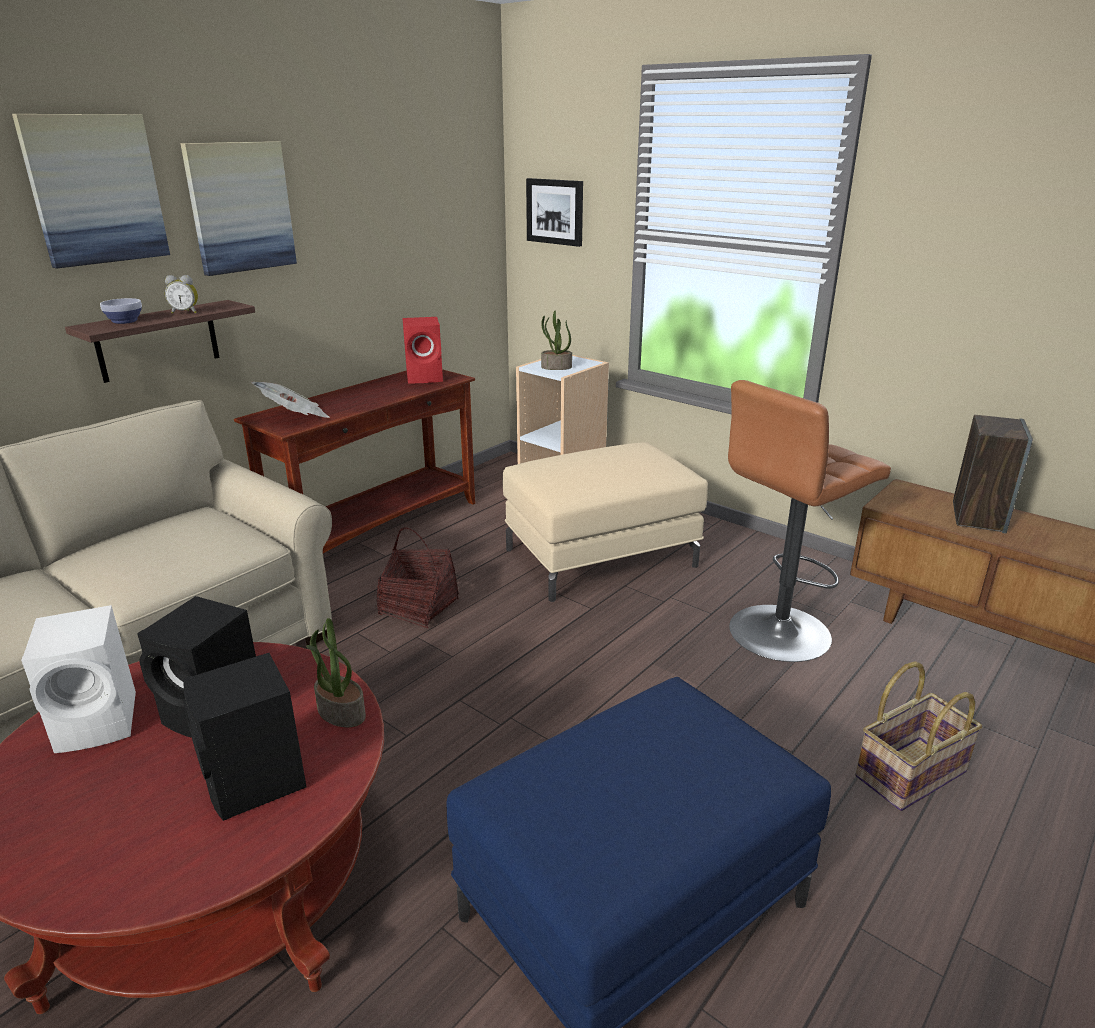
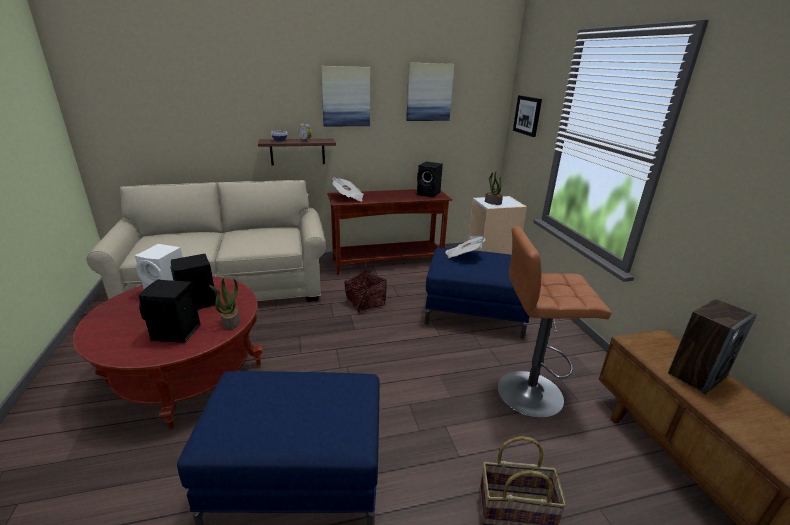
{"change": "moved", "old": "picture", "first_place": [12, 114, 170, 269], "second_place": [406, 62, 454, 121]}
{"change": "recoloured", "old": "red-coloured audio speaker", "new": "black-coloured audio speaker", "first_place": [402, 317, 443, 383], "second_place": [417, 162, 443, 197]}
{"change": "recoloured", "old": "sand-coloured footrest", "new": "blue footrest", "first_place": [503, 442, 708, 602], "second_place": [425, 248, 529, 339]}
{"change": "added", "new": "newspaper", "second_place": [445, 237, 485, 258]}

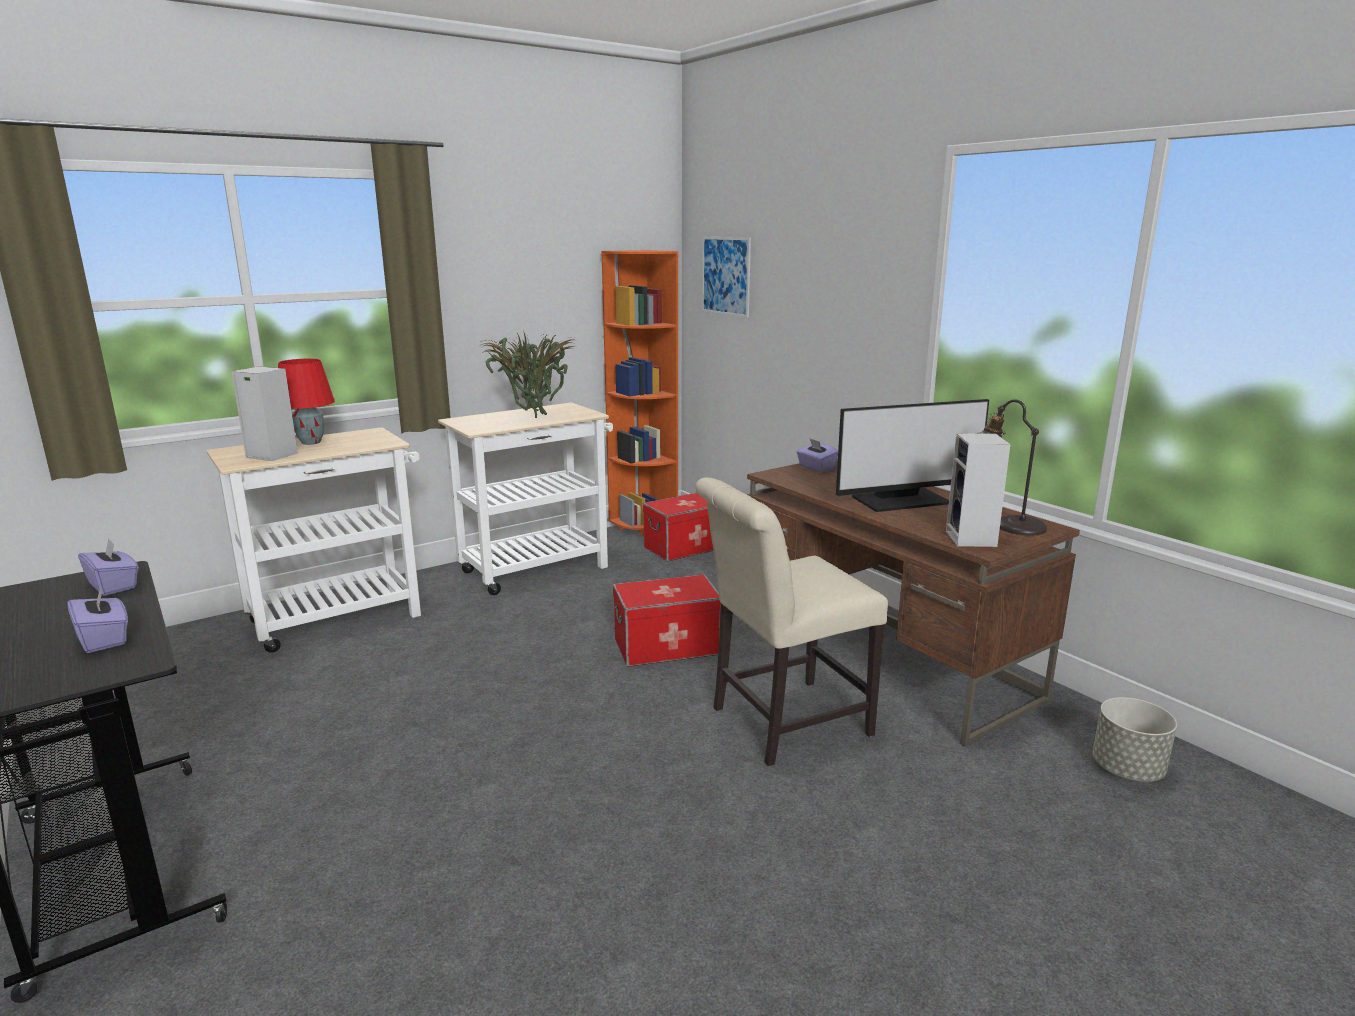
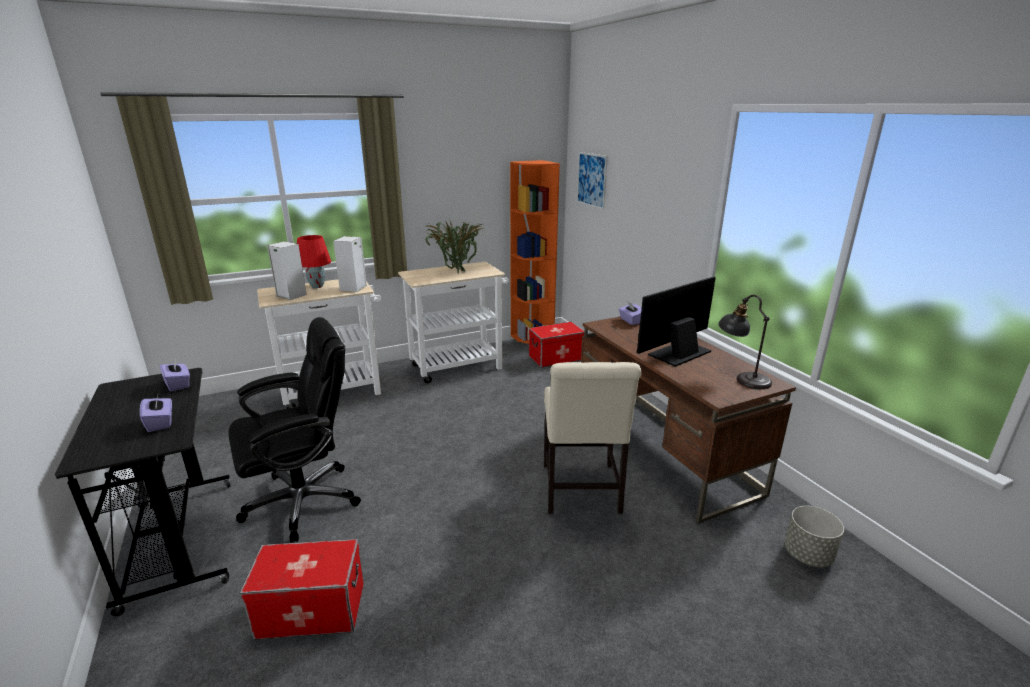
{"change": "turned", "old": "monitor", "first_place": [836, 399, 989, 512], "second_place": [637, 276, 716, 367], "degrees": 150}
{"change": "moved", "old": "audio speaker", "first_place": [946, 433, 1011, 547], "second_place": [333, 236, 367, 292]}
{"change": "turned", "old": "sand-coloured chair", "first_place": [696, 478, 888, 766], "second_place": [544, 362, 641, 514], "degrees": -75}
{"change": "moved", "old": "storage bin", "first_place": [613, 574, 721, 667], "second_place": [240, 539, 364, 639]}
{"change": "added", "new": "black-coloured computer chair", "second_place": [229, 317, 361, 543]}

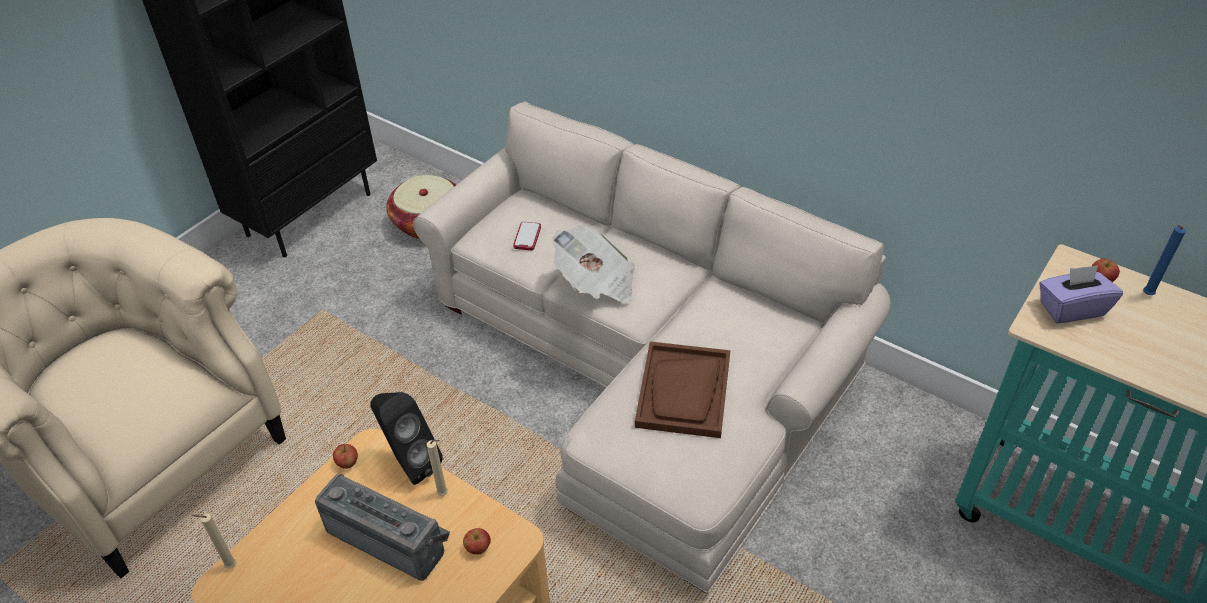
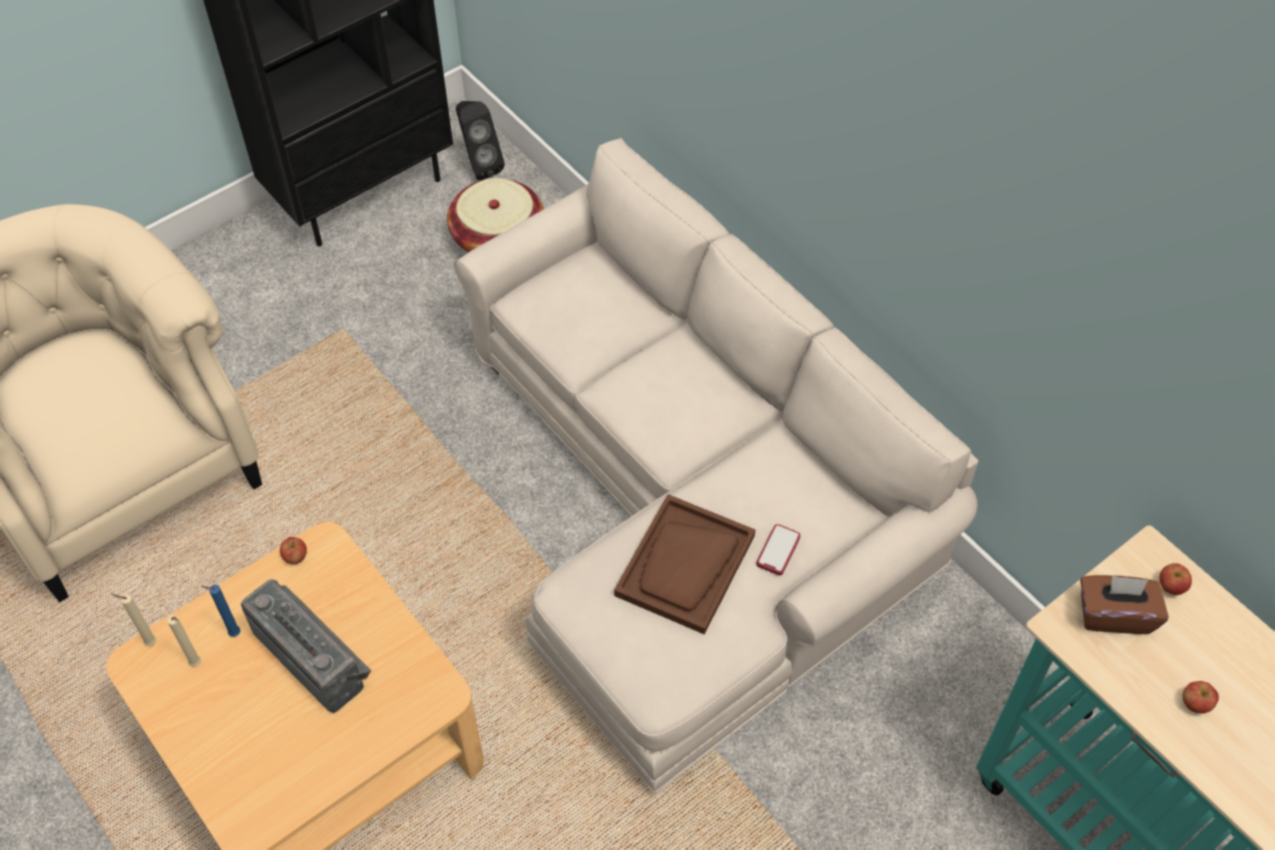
{"change": "moved", "old": "handset", "first_place": [513, 222, 541, 250], "second_place": [756, 524, 801, 575]}
{"change": "moved", "old": "blue wax candle", "first_place": [1143, 225, 1186, 295], "second_place": [200, 585, 240, 637]}
{"change": "removed", "old": "newspaper", "first_place": [552, 226, 635, 303]}
{"change": "recoloured", "old": "purple-coloured tissue holder", "new": "brown tissue holder", "first_place": [1040, 265, 1123, 323], "second_place": [1080, 575, 1169, 634]}
{"change": "moved", "old": "black-coloured audio speaker", "first_place": [370, 392, 443, 485], "second_place": [456, 101, 505, 181]}
{"change": "moved", "old": "sand-coloured wax candle", "first_place": [426, 439, 448, 496], "second_place": [167, 615, 201, 667]}
{"change": "moved", "old": "apple", "first_place": [463, 528, 491, 555], "second_place": [1183, 681, 1219, 714]}

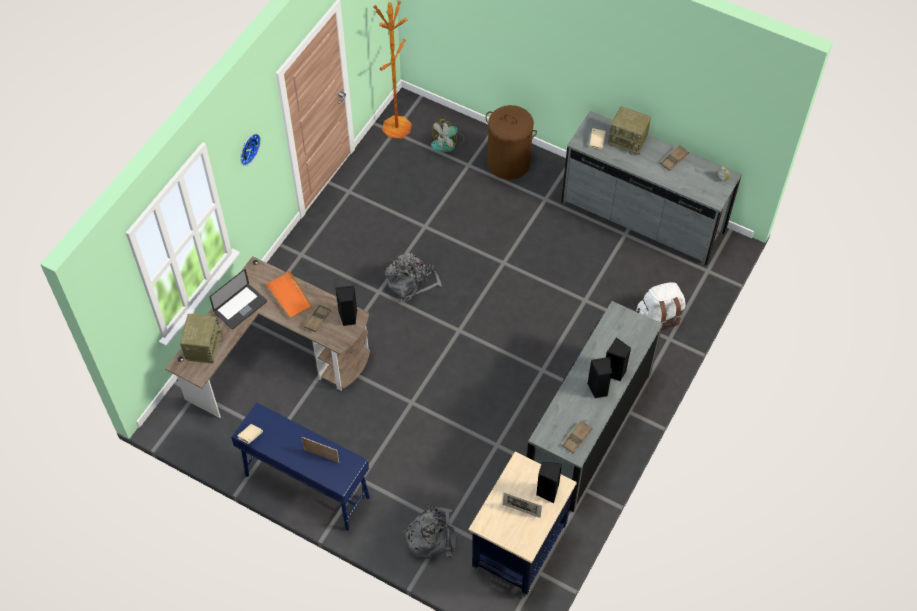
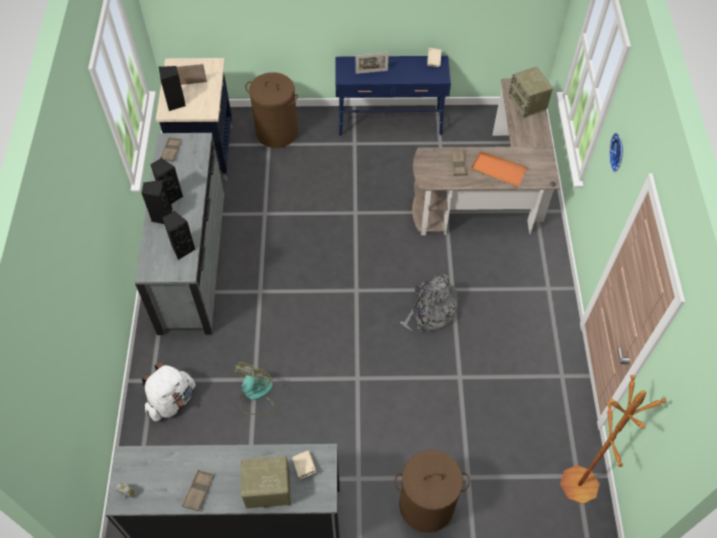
{"change": "moved", "old": "cooling fan", "first_place": [431, 119, 465, 152], "second_place": [234, 362, 274, 415]}
{"change": "removed", "old": "laptop", "first_place": [209, 269, 267, 329]}
{"change": "moved", "old": "black-coloured audio speaker", "first_place": [335, 286, 357, 326], "second_place": [162, 211, 196, 260]}
{"change": "replaced", "old": "grey backpack", "new": "brown washing basket", "first_place": [402, 504, 456, 559], "second_place": [245, 72, 298, 148]}

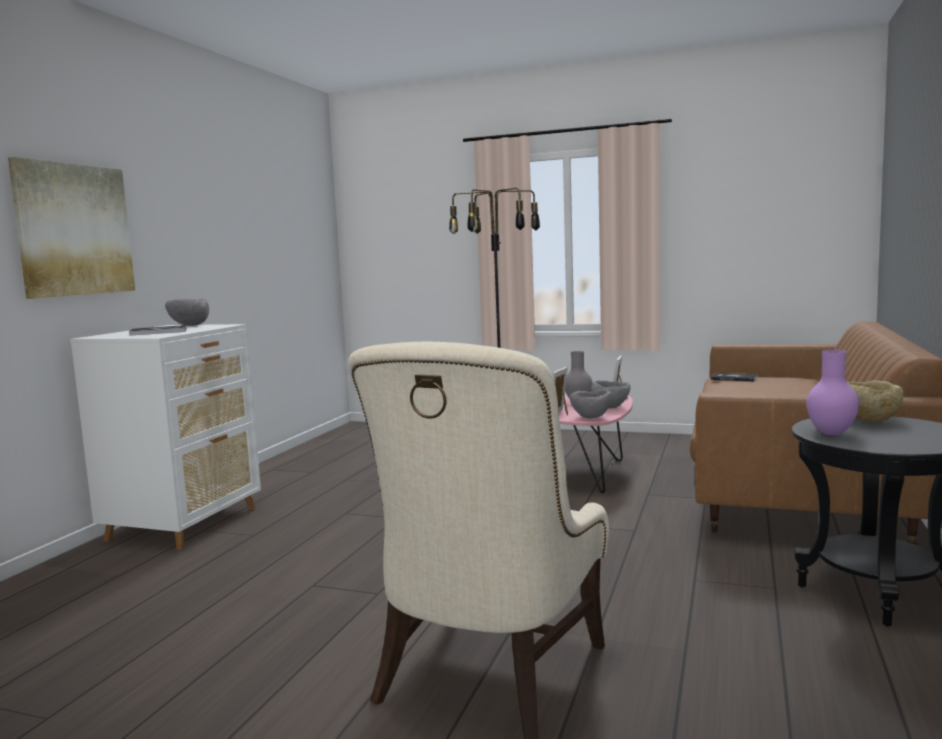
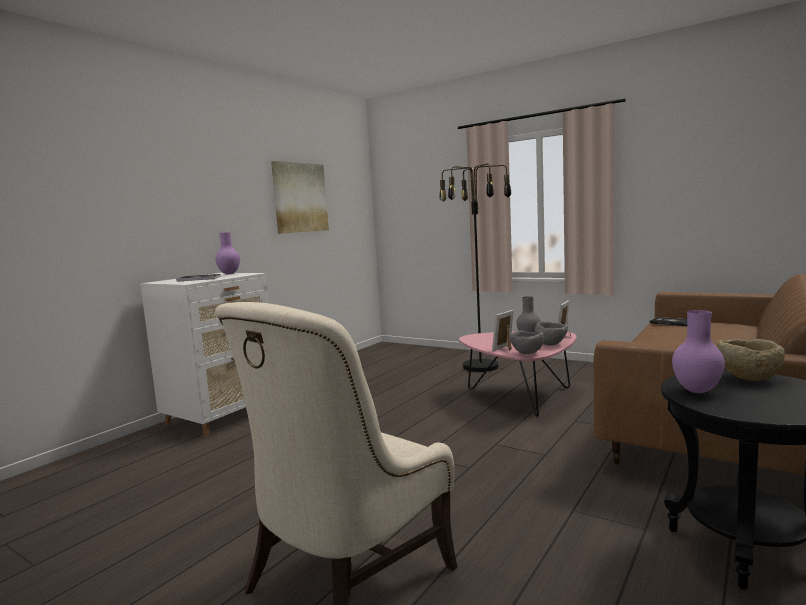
{"change": "moved", "old": "picture", "first_place": [8, 157, 135, 299], "second_place": [271, 161, 329, 234]}
{"change": "replaced", "old": "grey serving bowl", "new": "purple-coloured vase", "first_place": [165, 298, 209, 326], "second_place": [215, 232, 240, 274]}

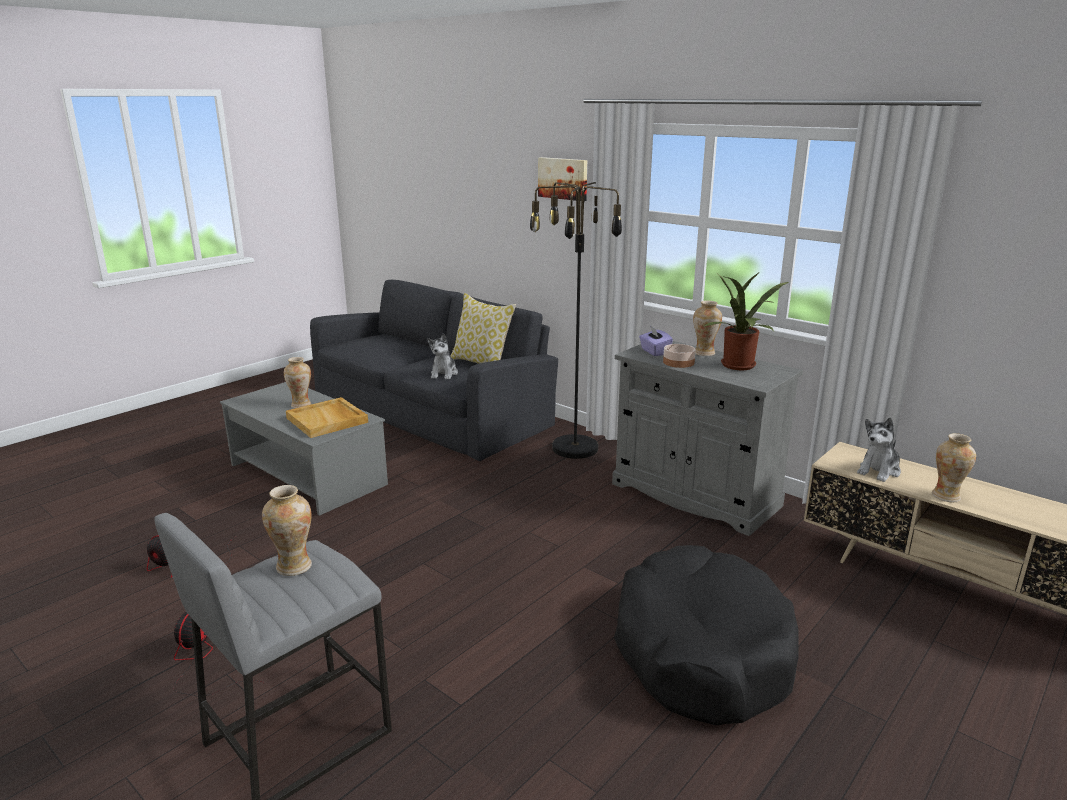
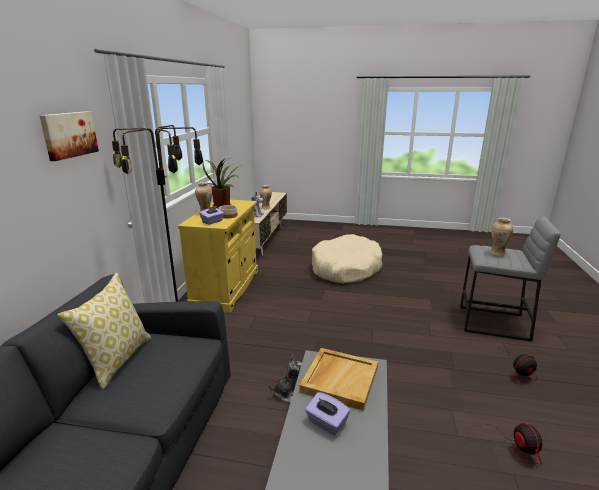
{"change": "moved", "old": "plush toy", "first_place": [428, 334, 458, 379], "second_place": [268, 355, 302, 402]}
{"change": "recoloured", "old": "grey cabinet", "new": "yellow cabinet", "first_place": [612, 341, 803, 536], "second_place": [178, 200, 258, 312]}
{"change": "replaced", "old": "vase", "new": "purple-coloured tissue holder", "first_place": [284, 357, 311, 408], "second_place": [305, 392, 350, 435]}
{"change": "recoloured", "old": "black-coloured dog cushion", "new": "sand-coloured dog cushion", "first_place": [614, 545, 799, 726], "second_place": [312, 234, 382, 283]}

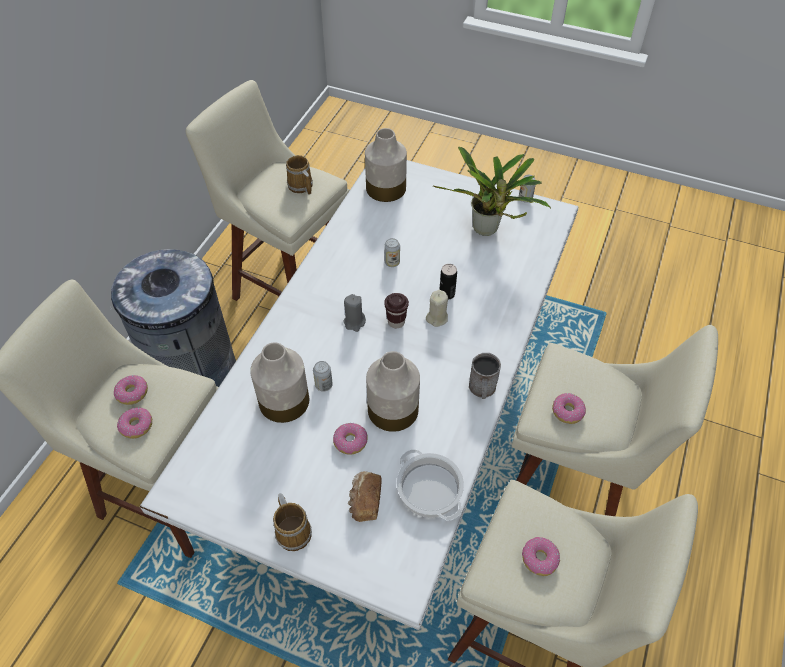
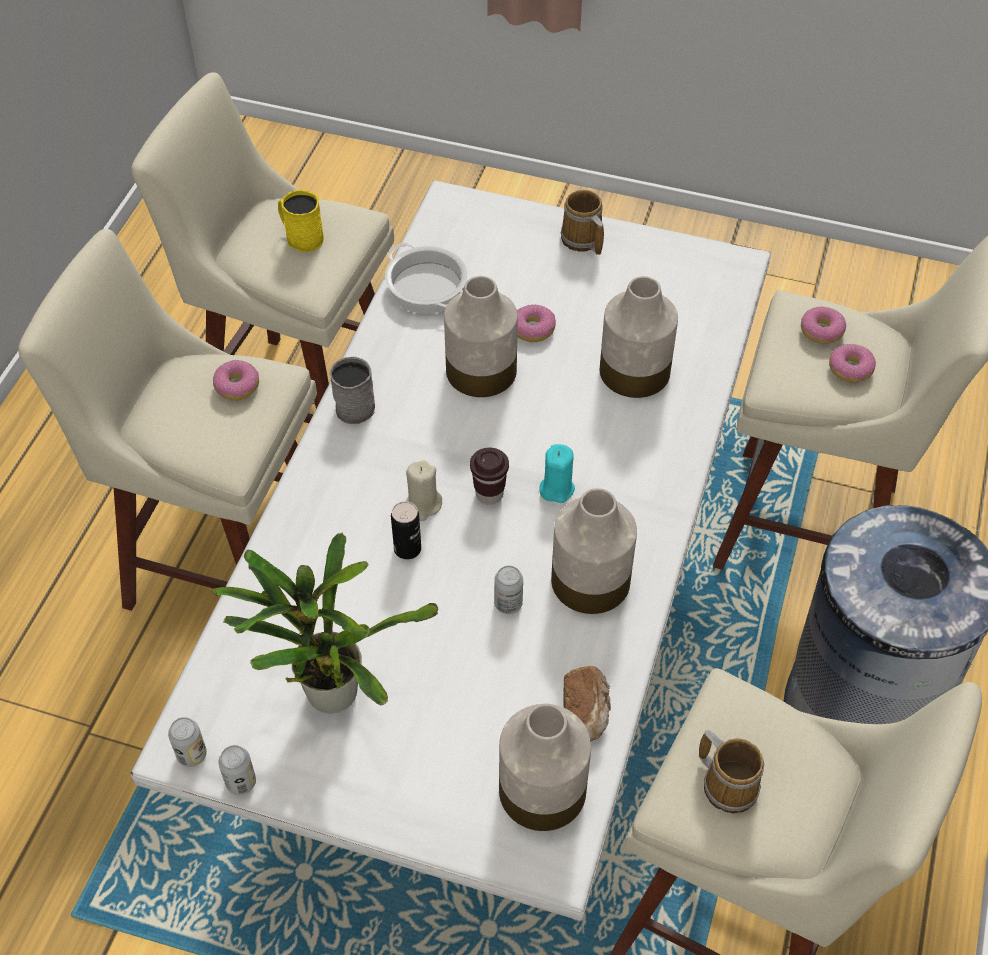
{"change": "recoloured", "old": "grey wax candle", "new": "turquoise wax candle", "first_place": [343, 294, 366, 332], "second_place": [539, 444, 575, 503]}
{"change": "moved", "old": "can", "first_place": [313, 361, 333, 392], "second_place": [168, 717, 207, 767]}
{"change": "moved", "old": "bread", "first_place": [348, 471, 382, 522], "second_place": [563, 666, 611, 741]}
{"change": "replaced", "old": "ring doughnut", "new": "yellow coffee mug", "first_place": [522, 537, 560, 576], "second_place": [278, 190, 324, 252]}
{"change": "added", "new": "sand-coloured vase", "second_place": [551, 488, 637, 614]}

